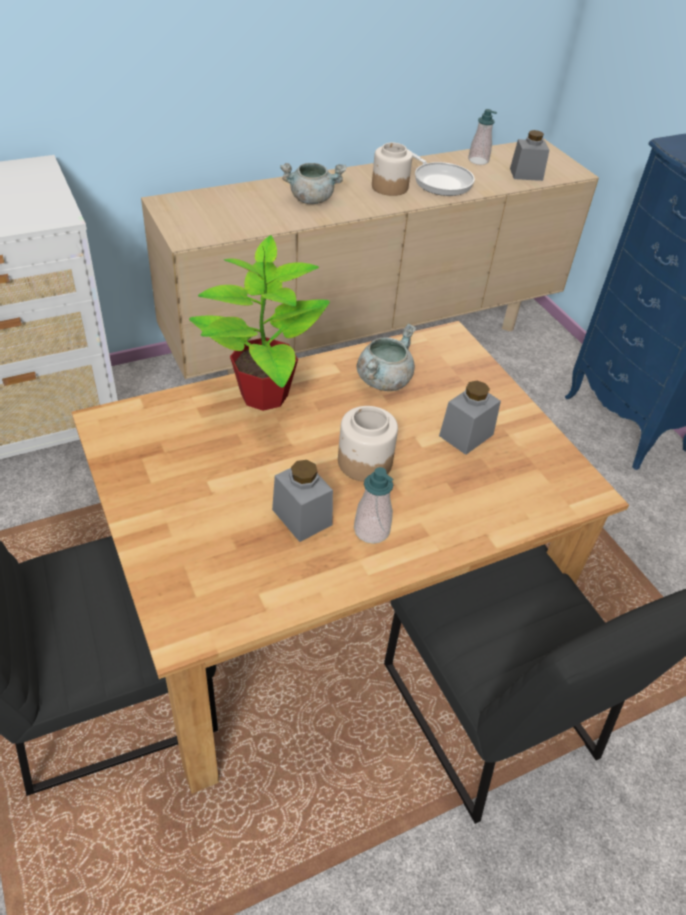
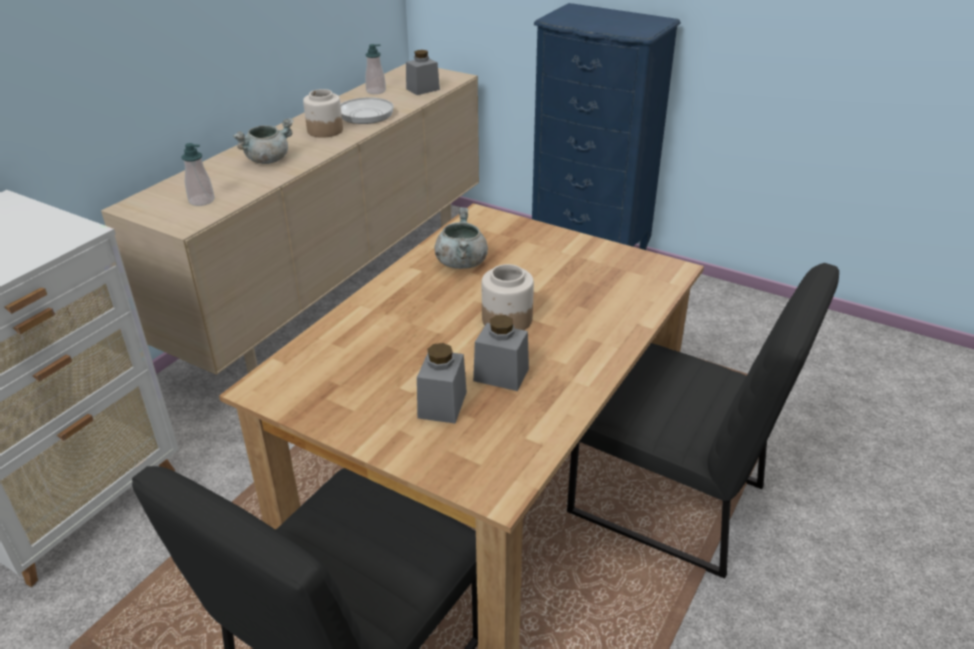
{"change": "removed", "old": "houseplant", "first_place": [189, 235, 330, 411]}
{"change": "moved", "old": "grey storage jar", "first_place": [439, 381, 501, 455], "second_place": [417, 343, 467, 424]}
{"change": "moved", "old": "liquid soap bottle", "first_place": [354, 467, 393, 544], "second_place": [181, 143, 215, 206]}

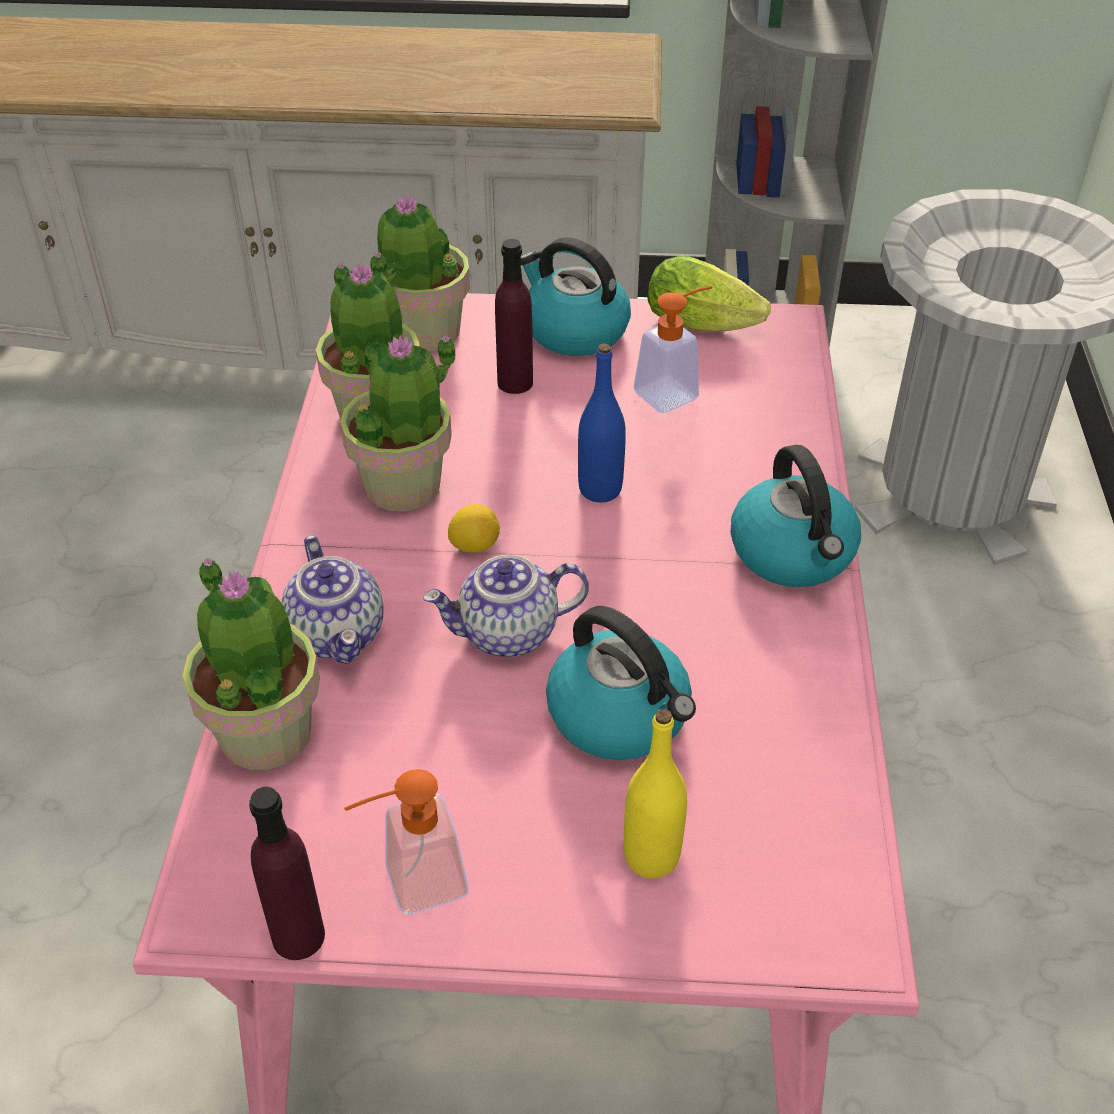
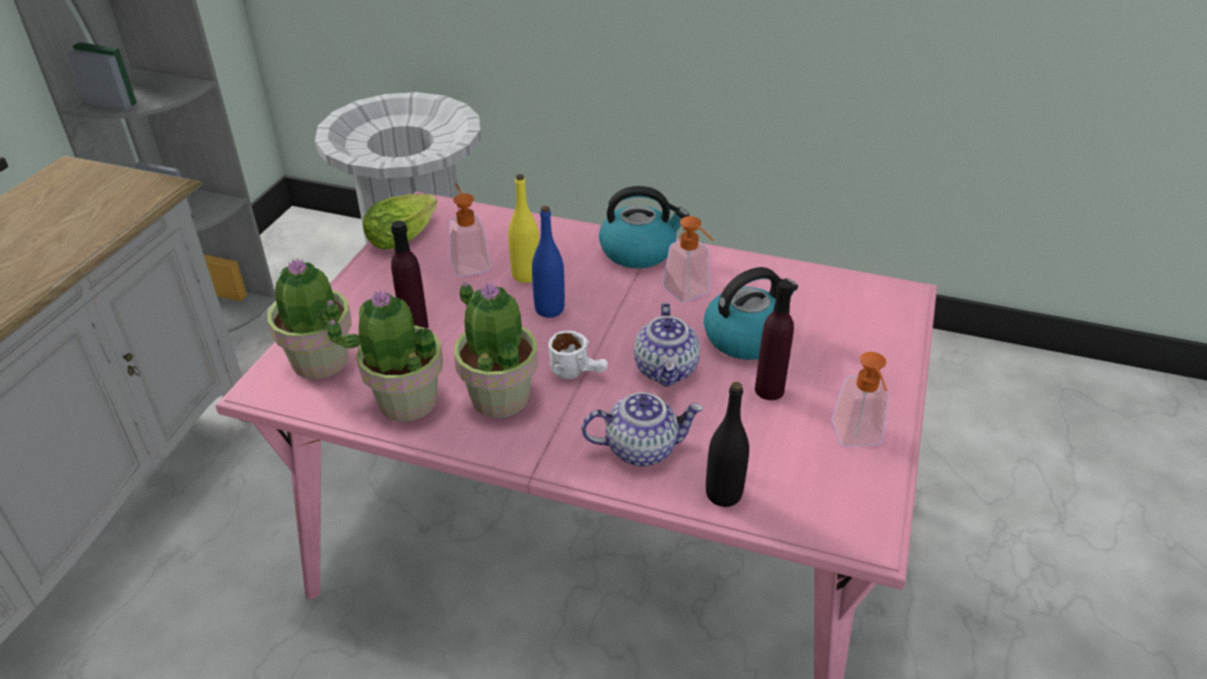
{"change": "removed", "old": "tea kettle", "first_place": [521, 237, 631, 356]}
{"change": "replaced", "old": "citrus fruit", "new": "whitish coffee mug", "first_place": [448, 504, 500, 553], "second_place": [548, 331, 608, 379]}
{"change": "replaced", "old": "houseplant", "new": "black-coloured bottle", "first_place": [182, 558, 320, 770], "second_place": [706, 382, 749, 507]}
{"change": "moved", "old": "yellow bottle", "first_place": [624, 709, 687, 878], "second_place": [508, 174, 539, 283]}
{"change": "moved", "old": "purple-coloured bottle", "first_place": [249, 787, 325, 960], "second_place": [755, 280, 794, 400]}
{"change": "added", "new": "liquid soap bottle", "second_place": [663, 216, 714, 302]}

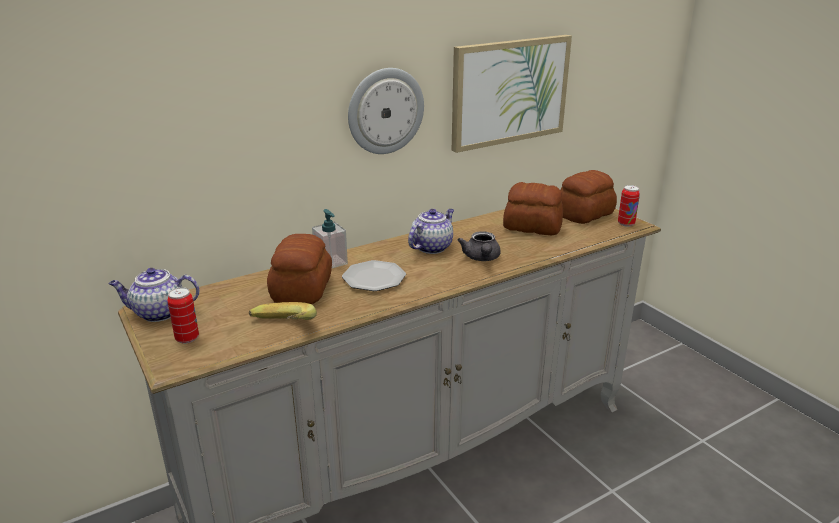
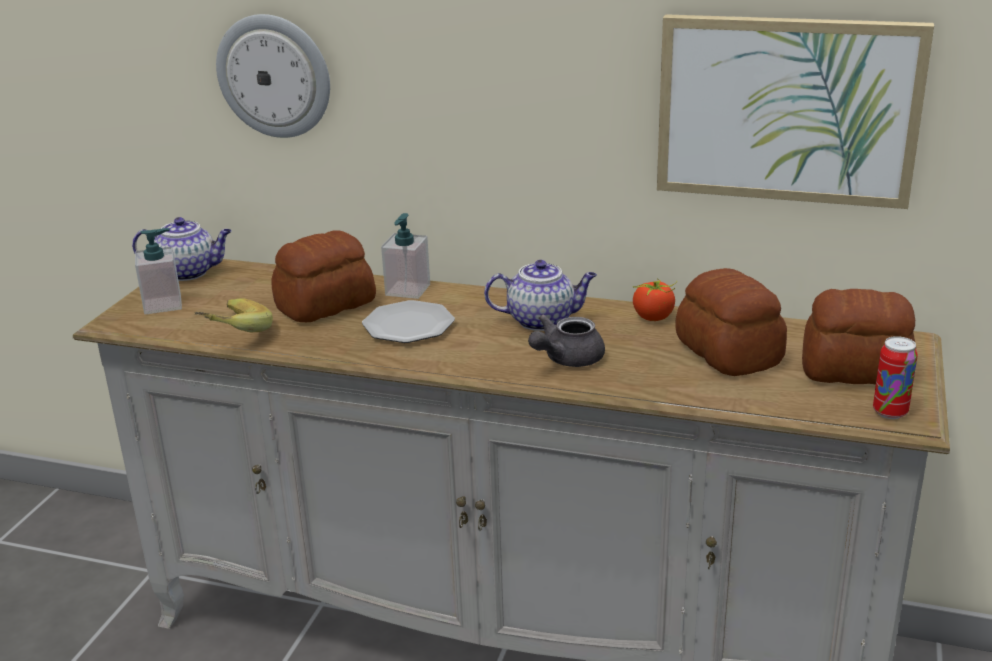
{"change": "moved", "old": "hanging clock", "first_place": [348, 68, 424, 154], "second_place": [216, 14, 330, 138]}
{"change": "turned", "old": "tea pot", "first_place": [109, 268, 199, 322], "second_place": [132, 217, 232, 281], "degrees": 135}
{"change": "replaced", "old": "can", "new": "liquid soap bottle", "first_place": [167, 287, 199, 344], "second_place": [135, 228, 182, 315]}
{"change": "added", "new": "tomato", "second_place": [632, 278, 677, 321]}

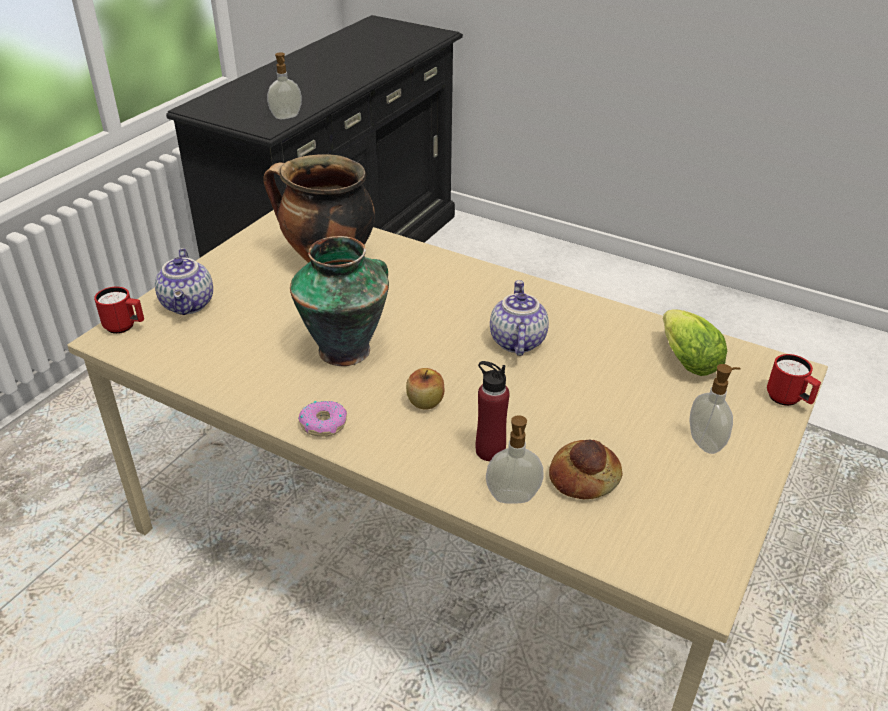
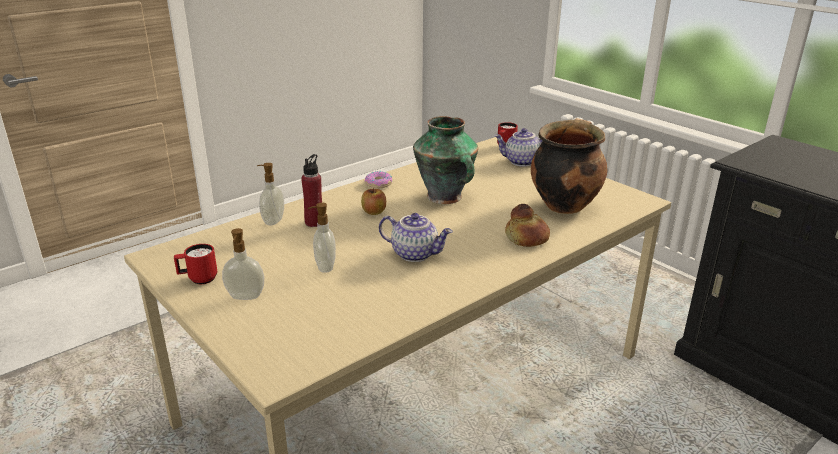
{"change": "moved", "old": "liquid soap bottle", "first_place": [267, 53, 302, 119], "second_place": [308, 203, 336, 273]}
{"change": "removed", "old": "lettuce", "first_place": [663, 309, 727, 376]}
{"change": "moved", "old": "red-coloured coffee mug", "first_place": [767, 354, 821, 406], "second_place": [174, 244, 217, 284]}
{"change": "moved", "old": "bread", "first_place": [549, 439, 623, 499], "second_place": [505, 204, 550, 247]}

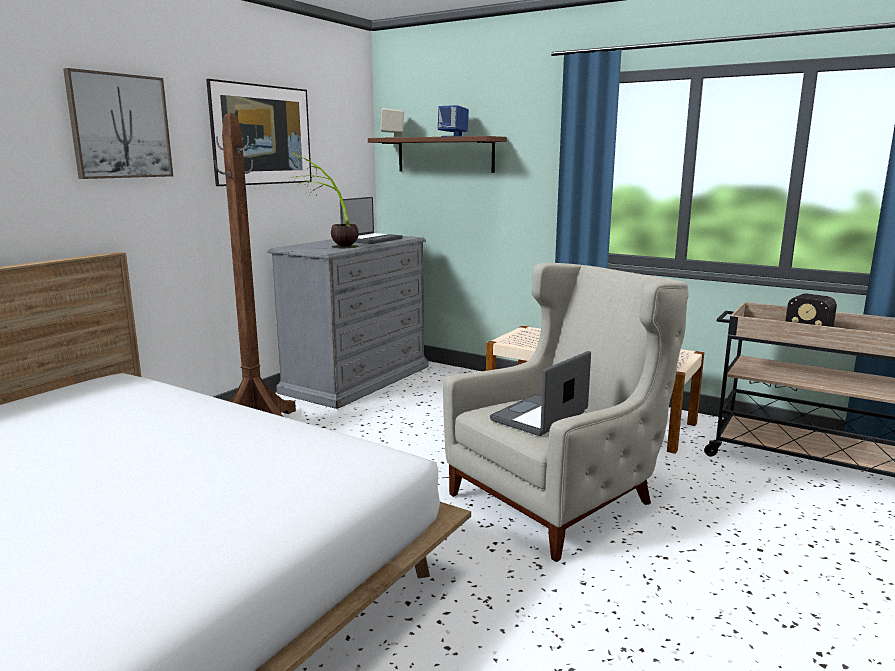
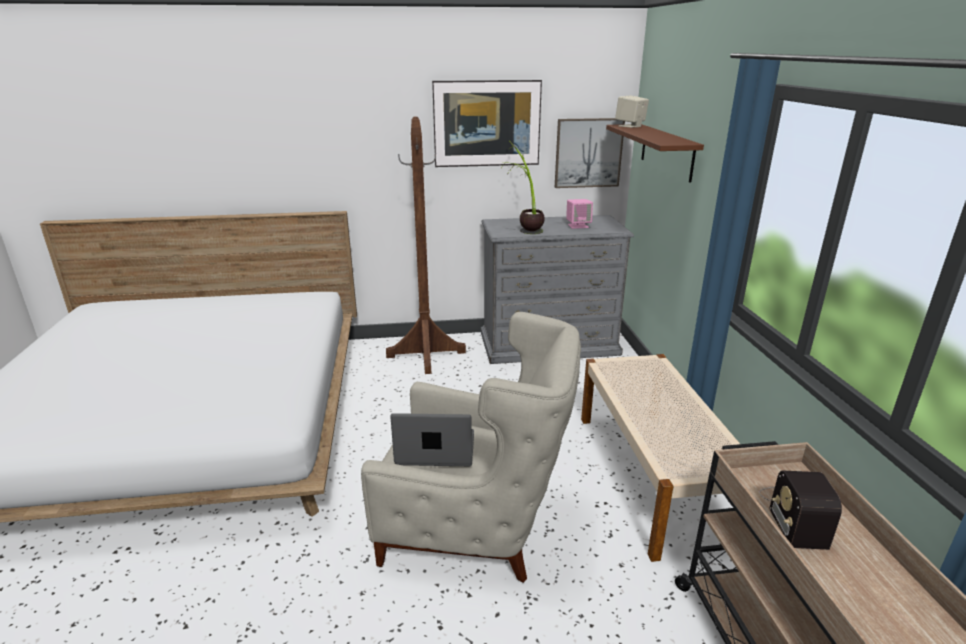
{"change": "moved", "old": "picture", "first_place": [63, 68, 173, 179], "second_place": [555, 118, 625, 188]}
{"change": "removed", "old": "blue audio speaker", "first_place": [438, 105, 469, 137]}
{"change": "replaced", "old": "laptop", "new": "pink audio speaker", "first_place": [340, 197, 403, 244], "second_place": [566, 199, 593, 229]}

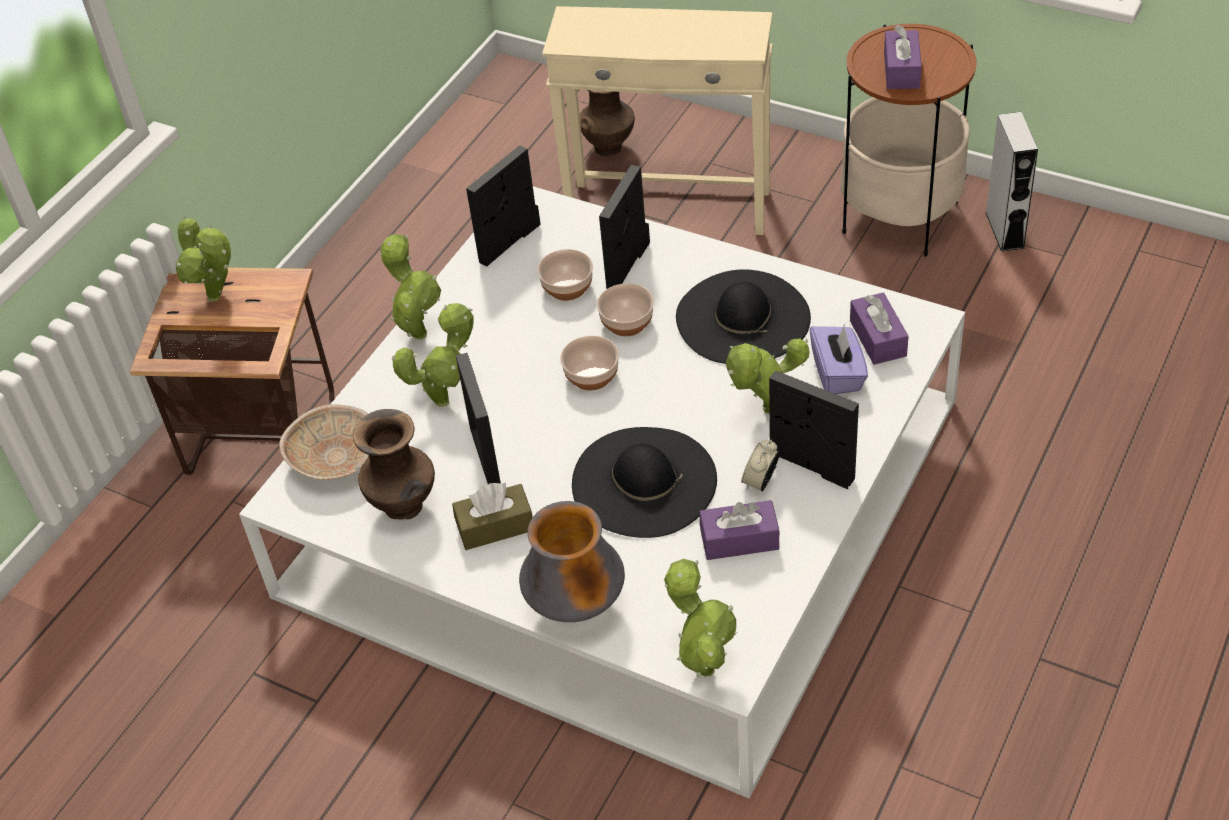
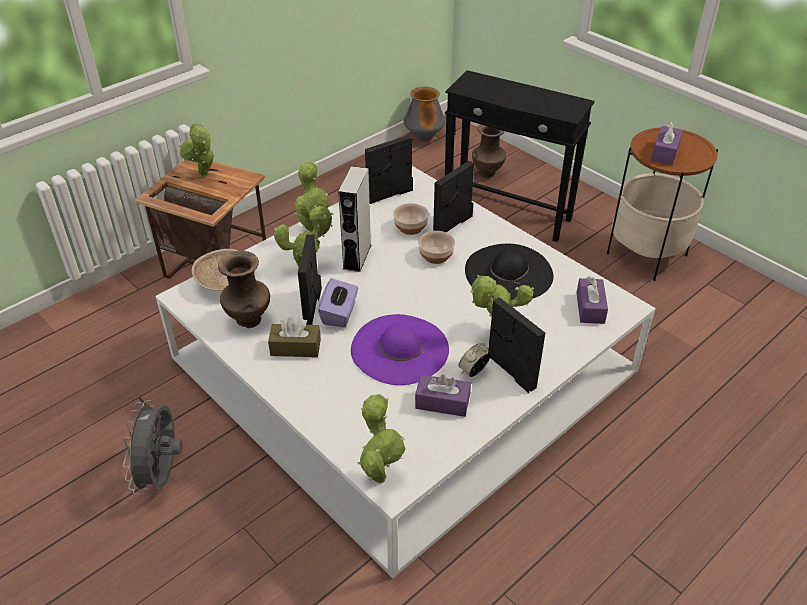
{"change": "recoloured", "old": "sand-coloured end table", "new": "black-coloured end table", "first_place": [542, 6, 773, 235], "second_place": [445, 70, 595, 242]}
{"change": "moved", "old": "grey audio speaker", "first_place": [985, 112, 1038, 252], "second_place": [338, 166, 371, 272]}
{"change": "moved", "old": "purple-coloured tissue holder", "first_place": [810, 324, 868, 394], "second_place": [318, 278, 358, 327]}
{"change": "removed", "old": "serving bowl", "first_place": [560, 336, 619, 391]}
{"change": "recoloured", "old": "black-coloured wearable hat", "new": "purple-coloured wearable hat", "first_place": [572, 427, 717, 538], "second_place": [351, 314, 449, 385]}
{"change": "moved", "old": "vase", "first_place": [519, 501, 625, 622], "second_place": [404, 87, 446, 141]}
{"change": "added", "new": "grey cooling fan", "second_place": [123, 400, 183, 495]}

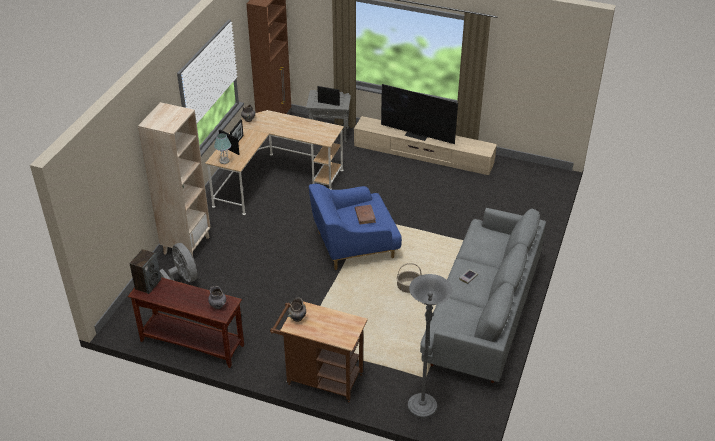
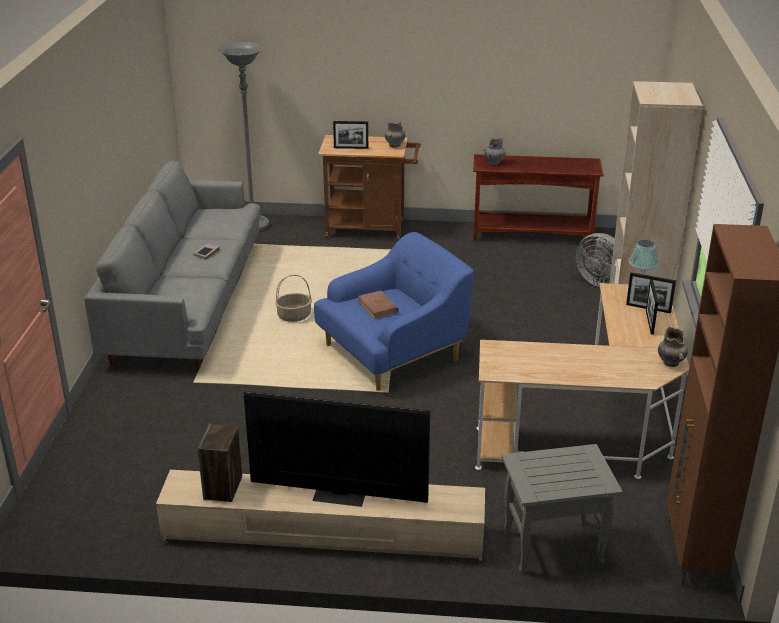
{"change": "moved", "old": "photo frame", "first_place": [317, 86, 340, 106], "second_place": [333, 121, 368, 149]}
{"change": "moved", "old": "audio speaker", "first_place": [130, 249, 161, 294], "second_place": [198, 424, 242, 502]}

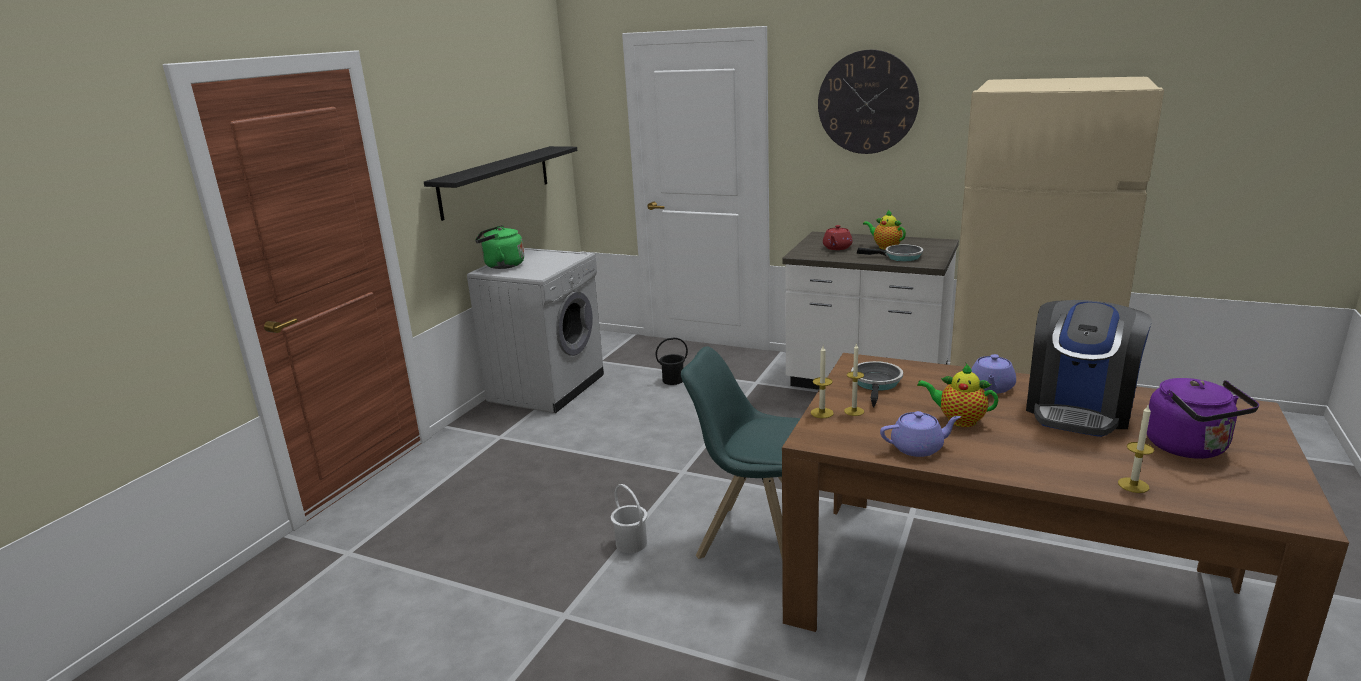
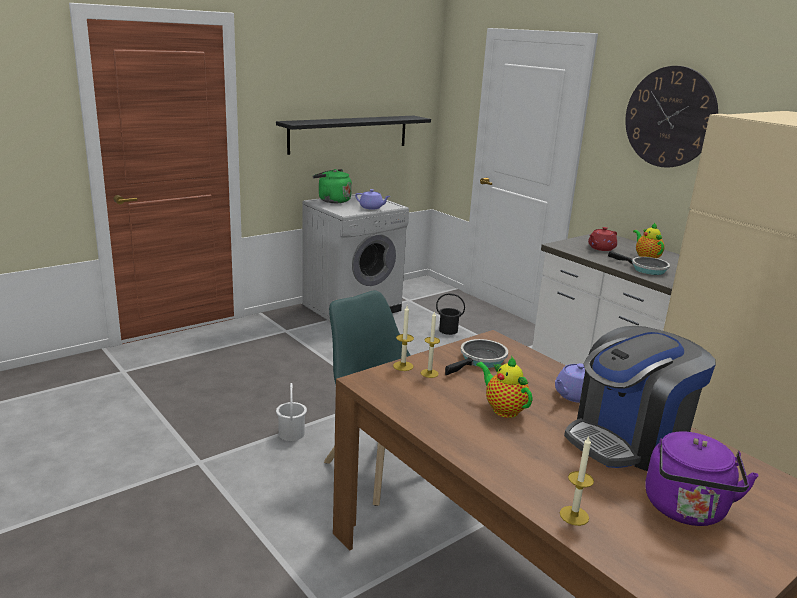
{"change": "moved", "old": "purple-coloured tea pot", "first_place": [880, 411, 961, 457], "second_place": [355, 189, 390, 210]}

